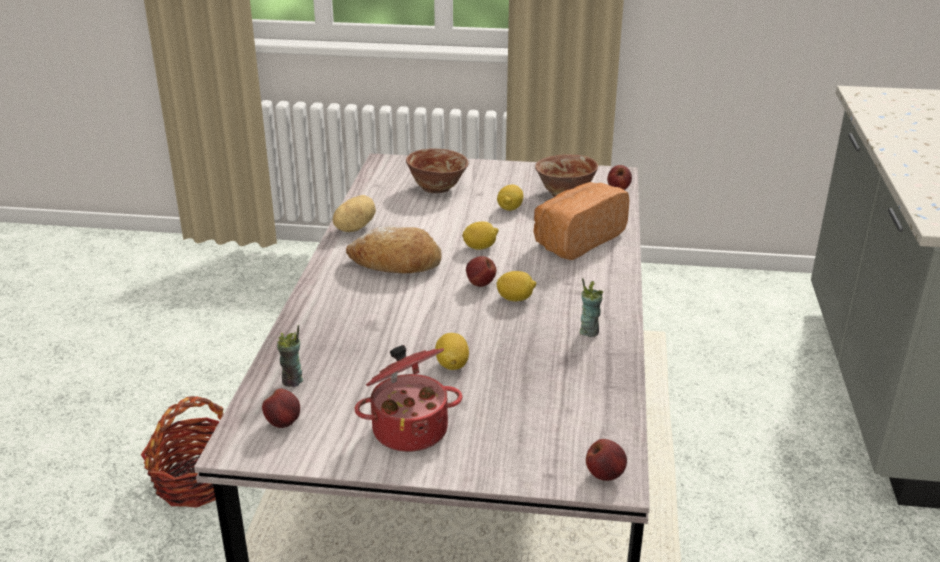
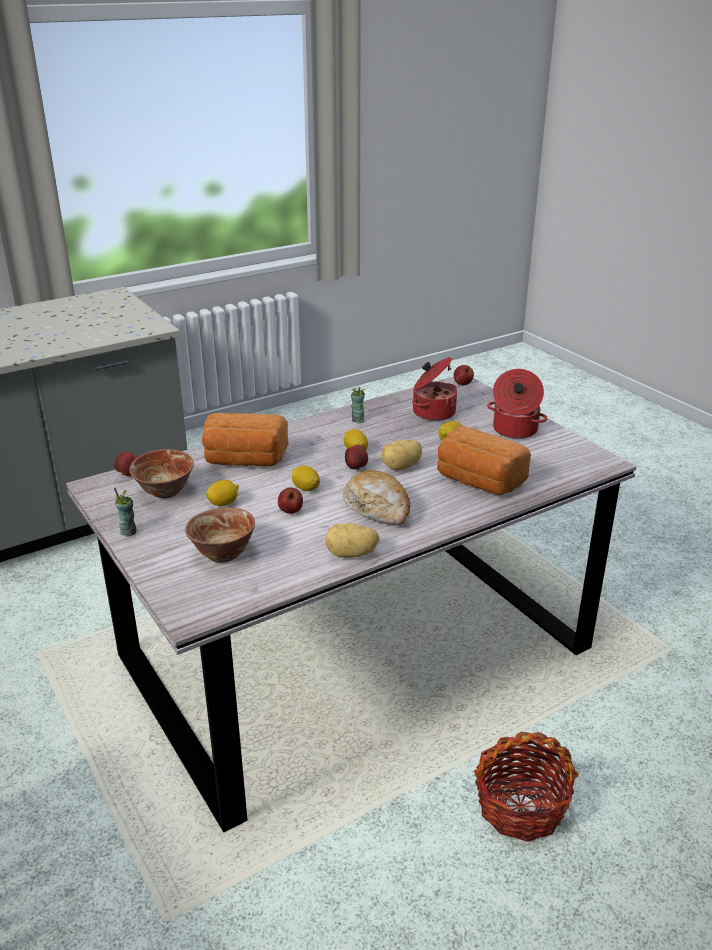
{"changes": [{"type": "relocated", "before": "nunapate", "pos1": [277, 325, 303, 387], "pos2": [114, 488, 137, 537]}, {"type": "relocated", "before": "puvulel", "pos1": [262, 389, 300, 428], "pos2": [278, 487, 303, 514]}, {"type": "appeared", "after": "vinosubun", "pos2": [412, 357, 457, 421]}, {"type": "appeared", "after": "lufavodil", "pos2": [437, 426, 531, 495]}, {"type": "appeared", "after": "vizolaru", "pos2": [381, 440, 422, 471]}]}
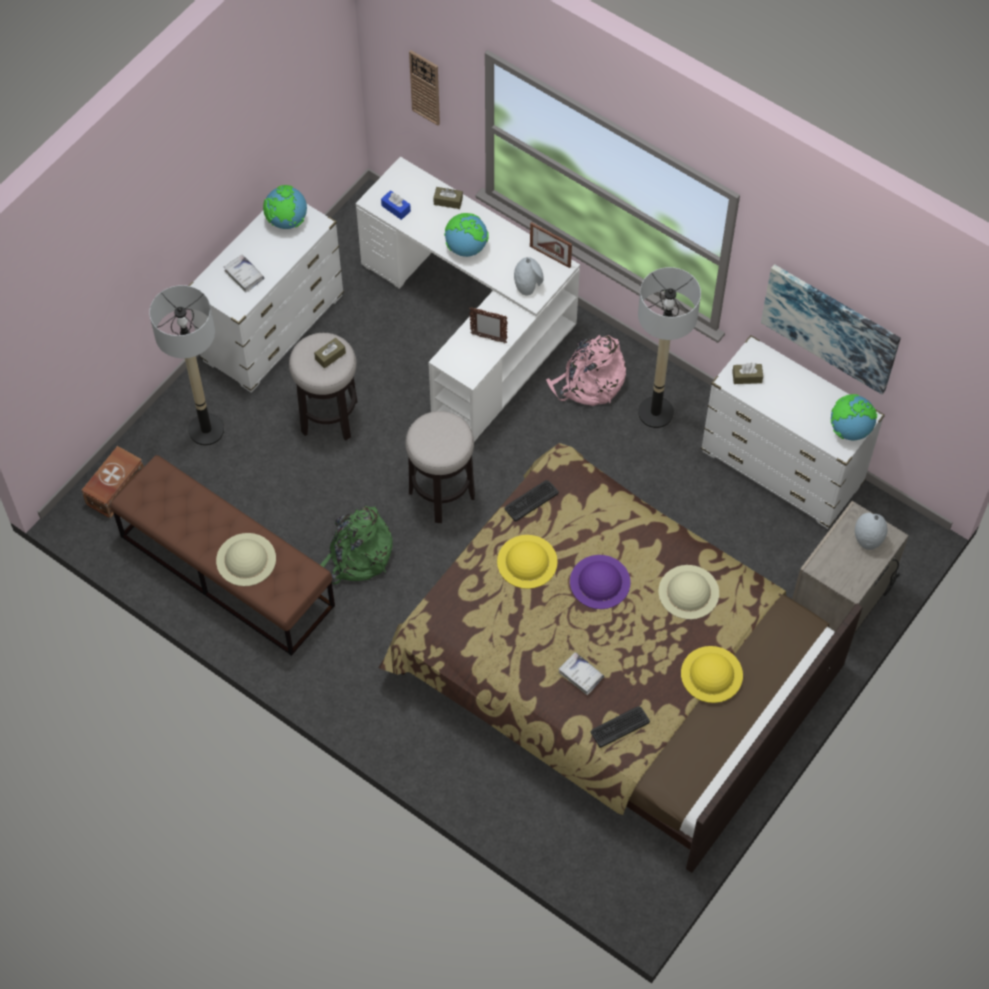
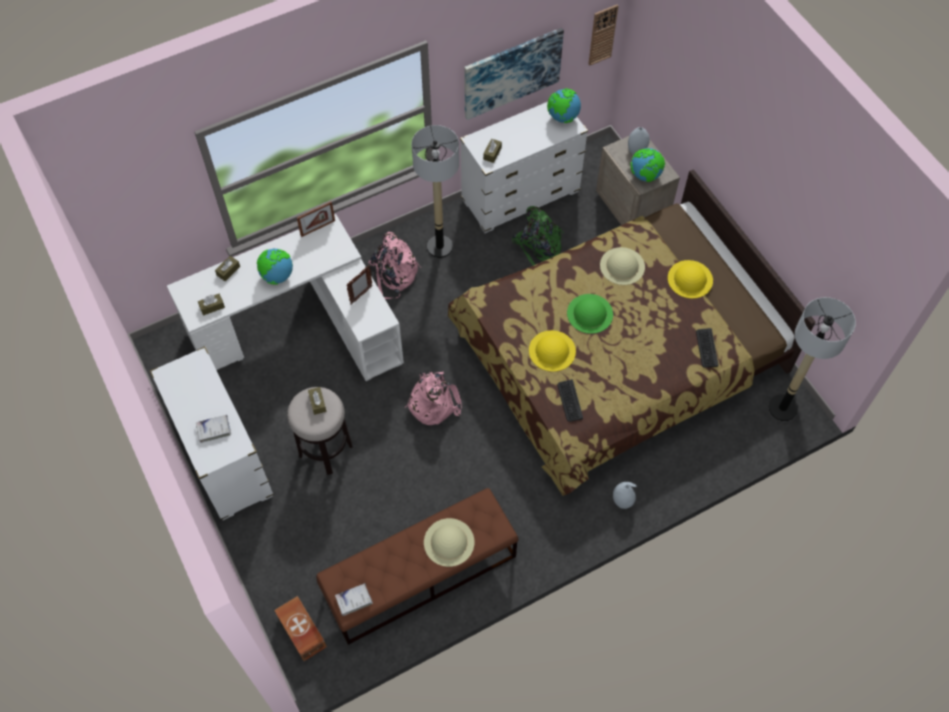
{"changes": [{"type": "relocated", "before": "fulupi", "pos1": [409, 50, 440, 126], "pos2": [588, 4, 619, 66]}, {"type": "relocated", "before": "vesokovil", "pos1": [263, 185, 307, 229], "pos2": [630, 148, 665, 182]}, {"type": "colour", "before": "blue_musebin", "after": "brown_musebin", "pos1": [381, 190, 411, 220], "pos2": [198, 294, 225, 316]}, {"type": "relocated", "before": "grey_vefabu", "pos1": [514, 257, 544, 295], "pos2": [613, 482, 637, 509]}, {"type": "relocated", "before": "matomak", "pos1": [149, 285, 224, 446], "pos2": [768, 297, 856, 421]}, {"type": "exchanged", "before": "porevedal", "after": "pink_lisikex", "pos1": [405, 411, 475, 523], "pos2": [405, 371, 462, 425]}, {"type": "relocated", "before": "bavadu", "pos1": [504, 480, 559, 522], "pos2": [557, 380, 583, 422]}, {"type": "relocated", "before": "green_lisikex", "pos1": [320, 506, 393, 584], "pos2": [512, 206, 564, 266]}, {"type": "colour", "before": "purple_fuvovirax", "after": "green_fuvovirax", "pos1": [570, 555, 630, 609], "pos2": [567, 294, 613, 334]}, {"type": "relocated", "before": "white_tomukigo", "pos1": [559, 652, 604, 695], "pos2": [335, 583, 373, 616]}]}
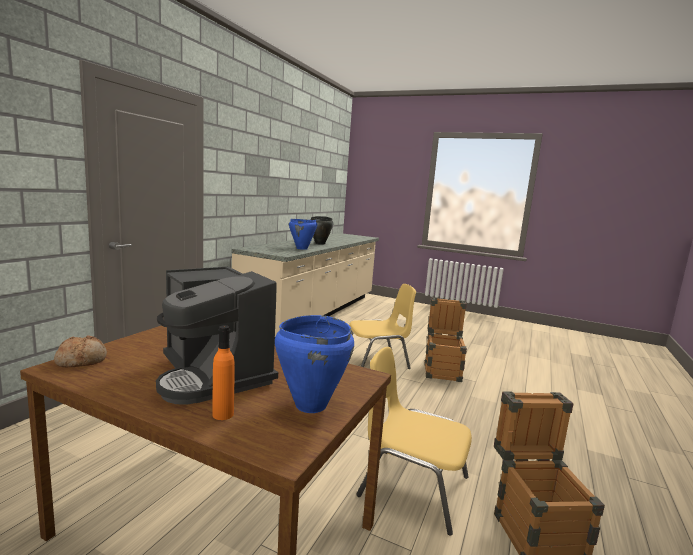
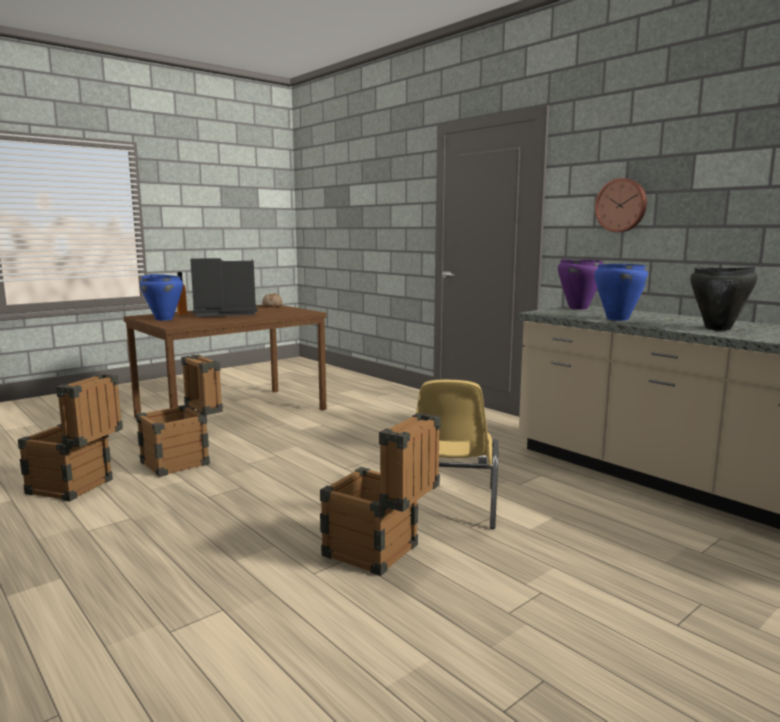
{"changes": [{"type": "exchanged", "before": "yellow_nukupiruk", "after": "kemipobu", "pos1": [356, 347, 472, 536], "pos2": [136, 355, 223, 477]}, {"type": "appeared", "after": "fulupi", "pos2": [595, 178, 647, 232]}, {"type": "appeared", "after": "purple_vinosubun", "pos2": [558, 259, 603, 310]}]}
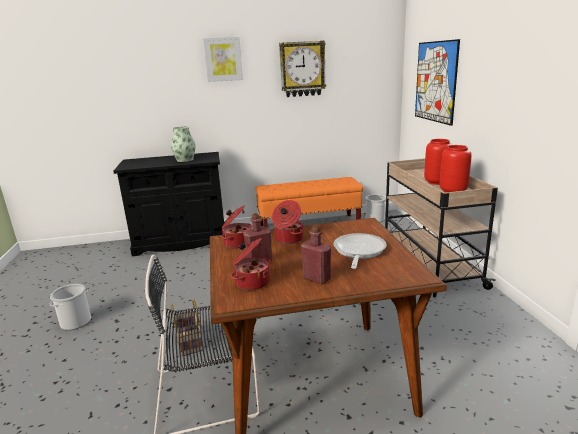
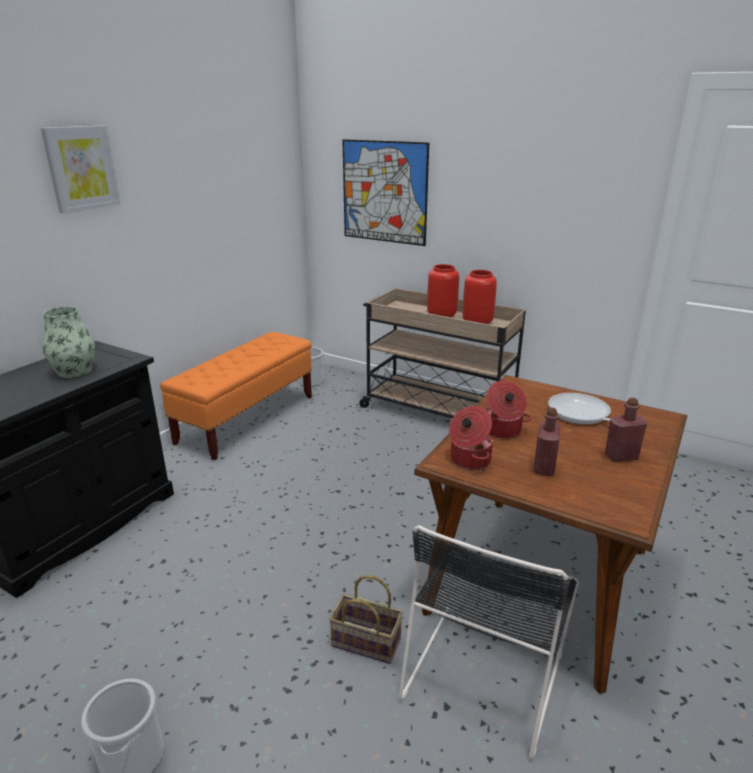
{"changes": [{"type": "missing", "before": "fulupi", "pos1": [279, 41, 326, 97]}, {"type": "missing", "before": "vinosubun", "pos1": [231, 238, 271, 290]}]}
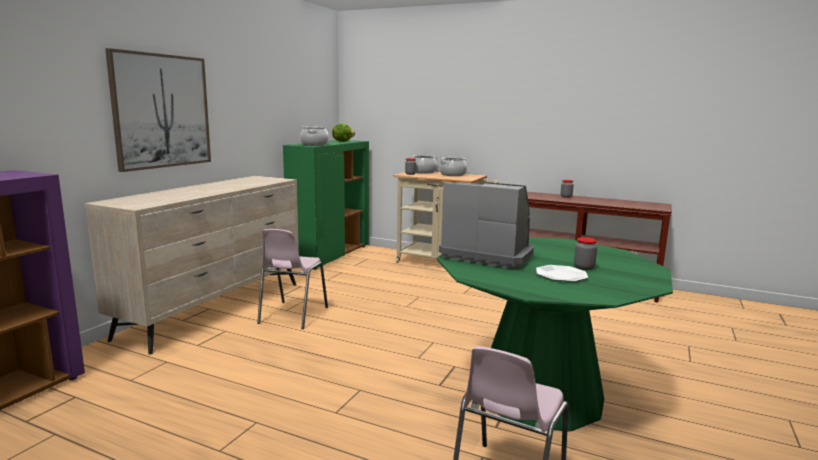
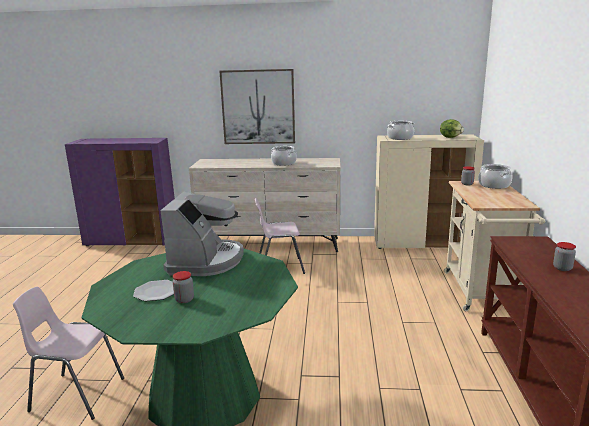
{"changes": [{"type": "colour", "before": "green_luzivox", "after": "beige_luzivox", "pos1": [283, 140, 369, 270], "pos2": [374, 134, 484, 249]}, {"type": "relocated", "before": "vinosubun", "pos1": [440, 157, 467, 176], "pos2": [271, 146, 297, 166]}]}
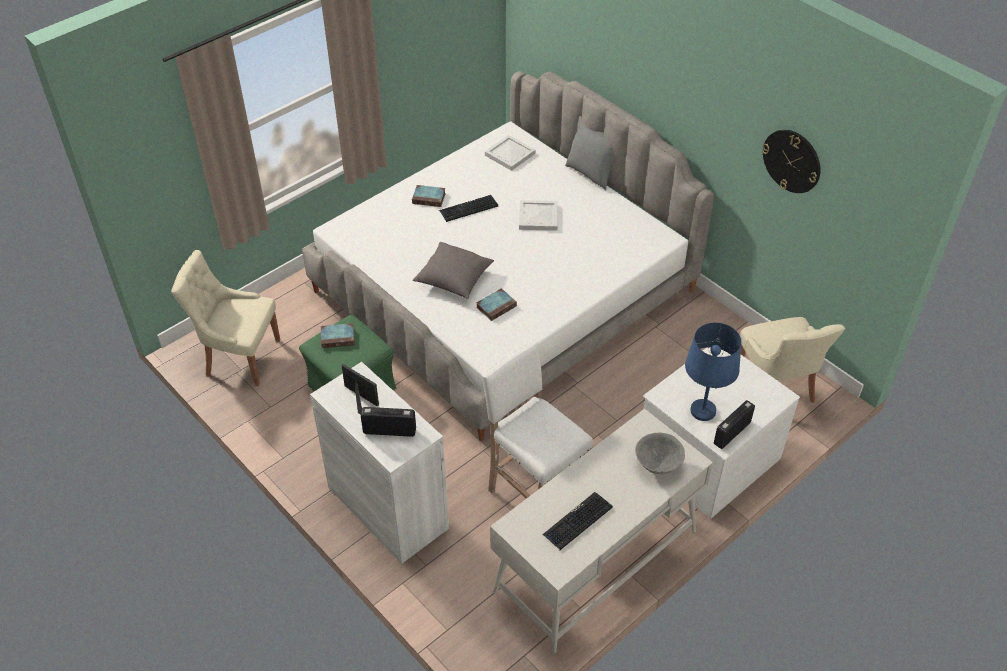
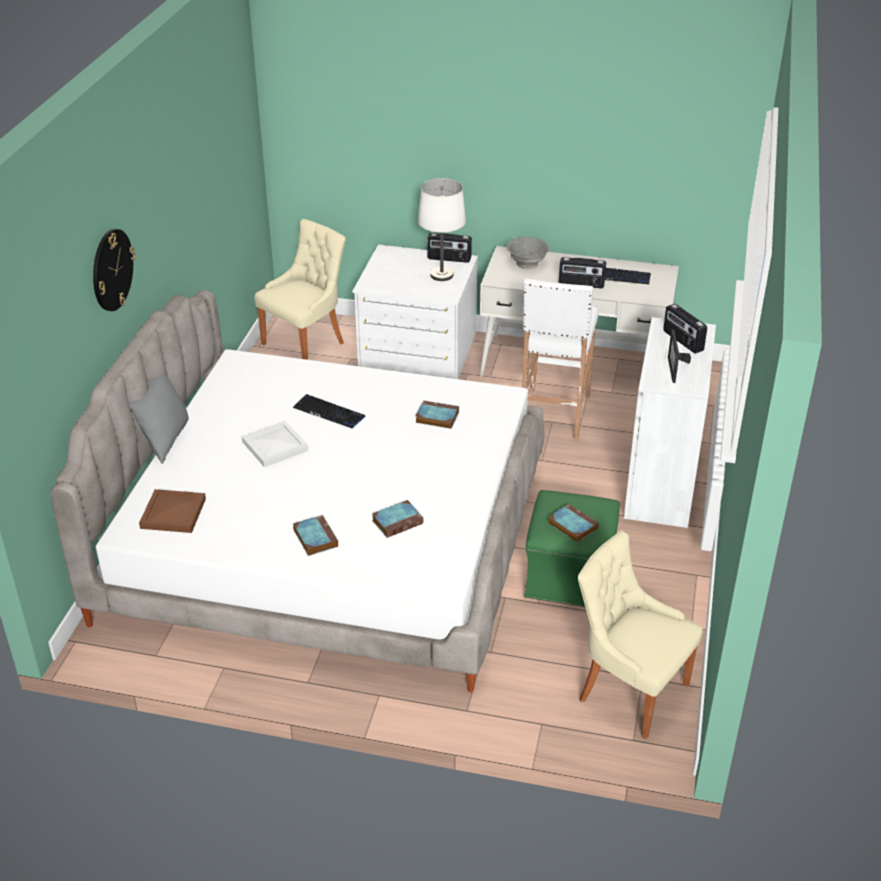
{"changes": [{"type": "relocated", "before": "fulupi", "pos1": [762, 130, 821, 193], "pos2": [93, 229, 135, 311]}, {"type": "colour", "before": "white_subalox", "after": "brown_subalox", "pos1": [485, 135, 536, 171], "pos2": [139, 489, 206, 533]}, {"type": "relocated", "before": "bavadu", "pos1": [439, 195, 498, 222], "pos2": [293, 394, 365, 429]}, {"type": "missing", "before": "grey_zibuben", "pos1": [413, 242, 494, 299]}, {"type": "spun", "before": "beige_nukupiruk", "pos1": [171, 250, 280, 386], "pos2": [578, 531, 703, 739], "turn": 150}, {"type": "colour", "before": "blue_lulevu", "after": "white_lulevu", "pos1": [685, 323, 742, 421], "pos2": [418, 178, 466, 281]}, {"type": "appeared", "after": "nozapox", "pos2": [559, 257, 606, 288]}, {"type": "appeared", "after": "tomukigo", "pos2": [372, 500, 423, 538]}]}
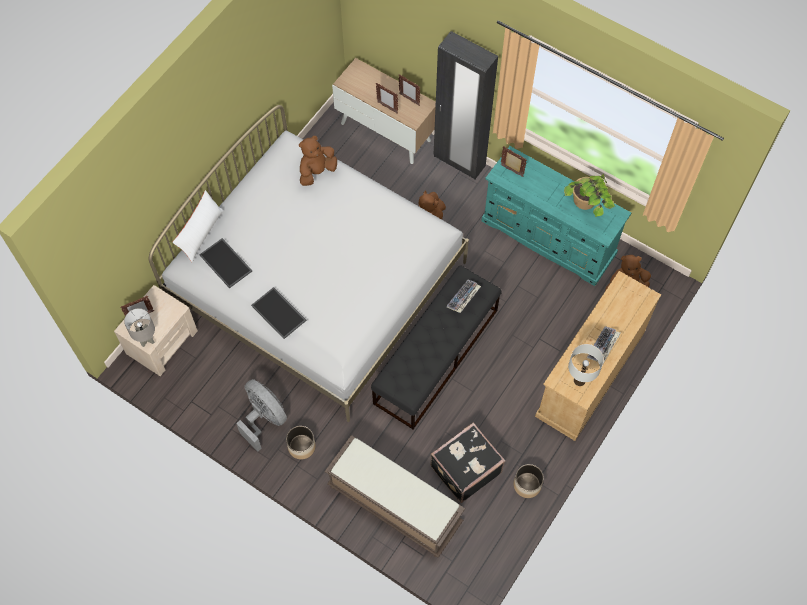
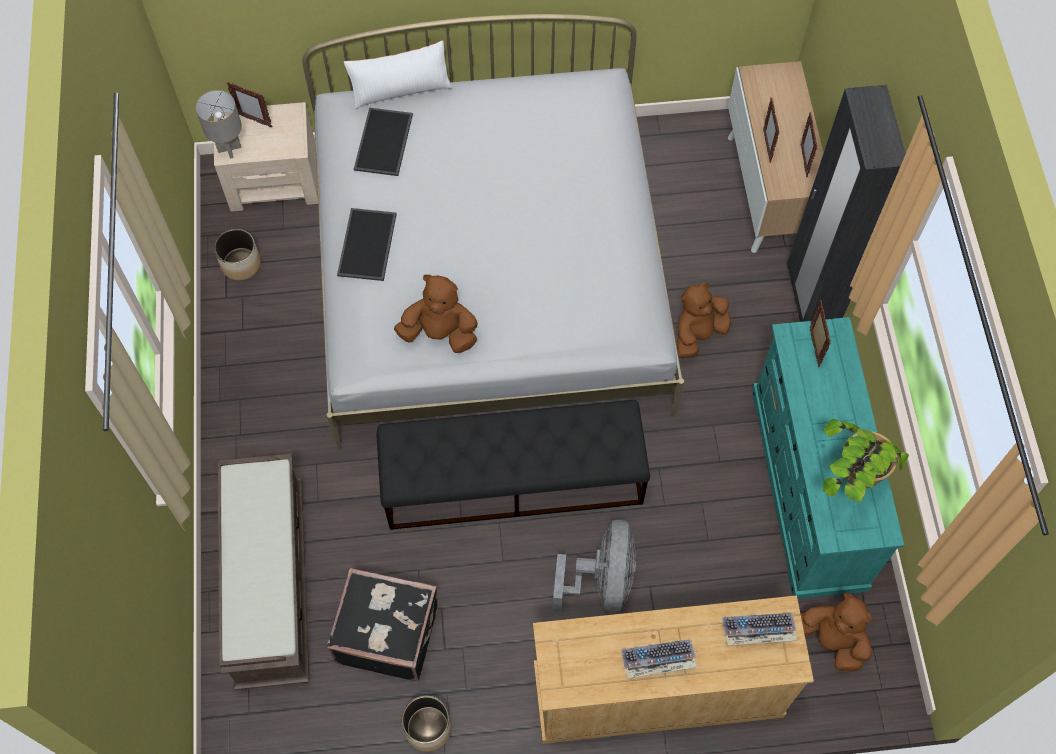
{"changes": [{"type": "relocated", "before": "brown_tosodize", "pos1": [299, 136, 337, 186], "pos2": [394, 274, 478, 353]}, {"type": "relocated", "before": "bavadu", "pos1": [446, 279, 481, 313], "pos2": [722, 613, 797, 645]}, {"type": "missing", "before": "white_lulevu", "pos1": [568, 344, 604, 386]}, {"type": "relocated", "before": "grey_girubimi", "pos1": [236, 379, 287, 452], "pos2": [553, 520, 636, 612]}, {"type": "relocated", "before": "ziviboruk", "pos1": [286, 426, 316, 460], "pos2": [214, 229, 261, 281]}]}
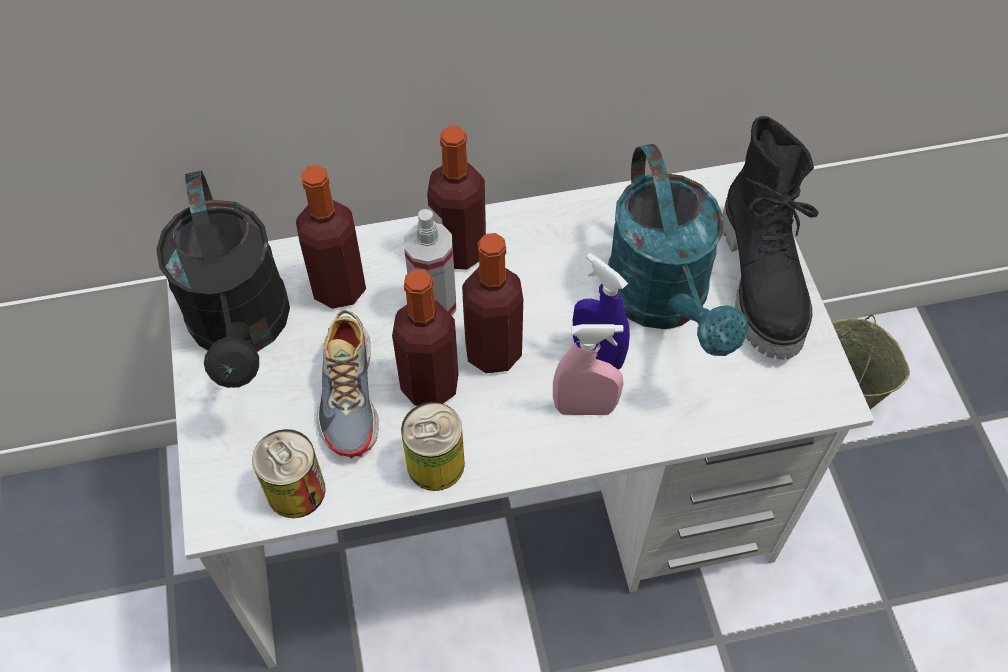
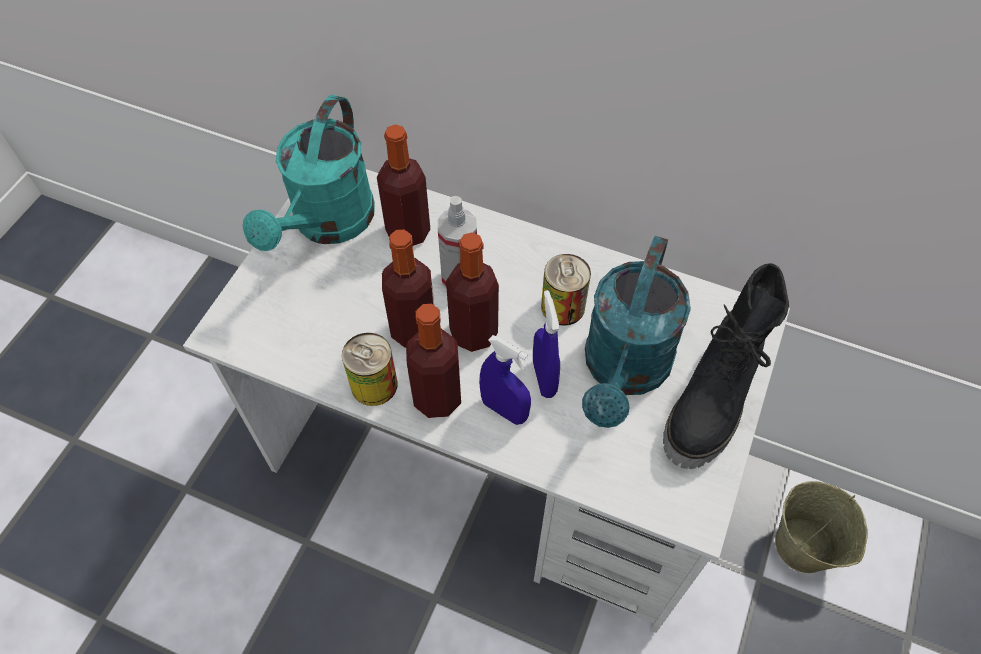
{"changes": [{"type": "relocated", "before": "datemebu", "pos1": [427, 126, 486, 270], "pos2": [406, 304, 461, 418]}, {"type": "colour", "before": "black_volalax", "after": "turquoise_volalax", "pos1": [156, 171, 290, 388], "pos2": [243, 95, 375, 251]}, {"type": "missing", "before": "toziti", "pos1": [316, 309, 379, 459]}, {"type": "colour", "before": "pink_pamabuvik", "after": "blue_pamabuvik", "pos1": [553, 324, 623, 415], "pos2": [479, 335, 531, 425]}, {"type": "relocated", "before": "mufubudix", "pos1": [252, 429, 326, 518], "pos2": [541, 254, 591, 326]}]}
